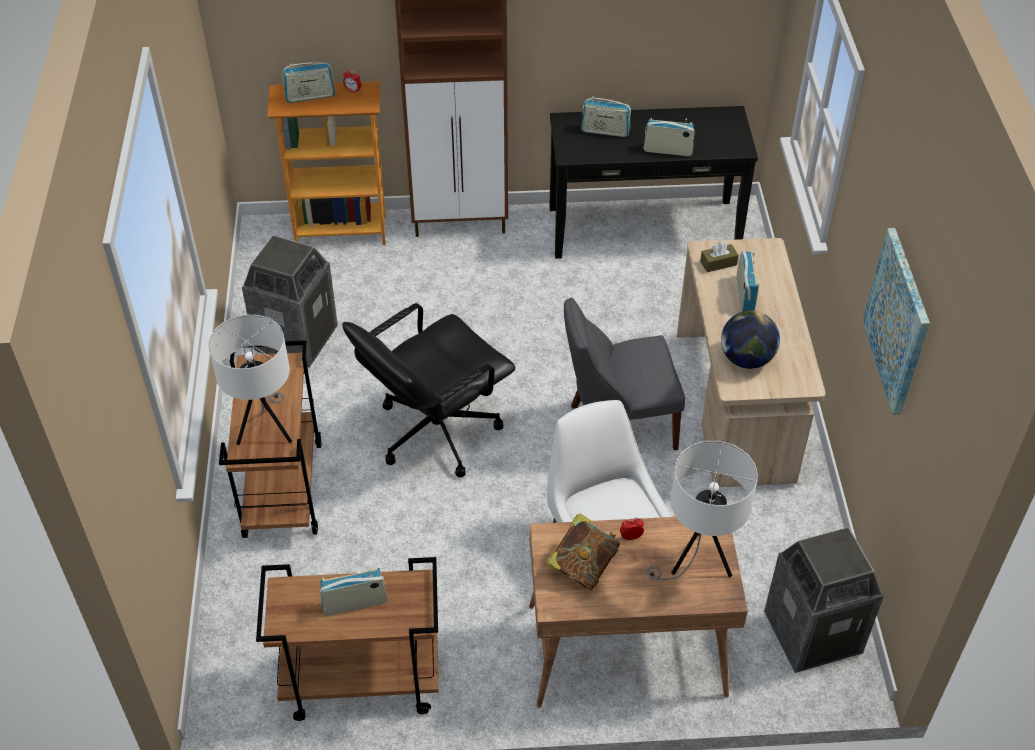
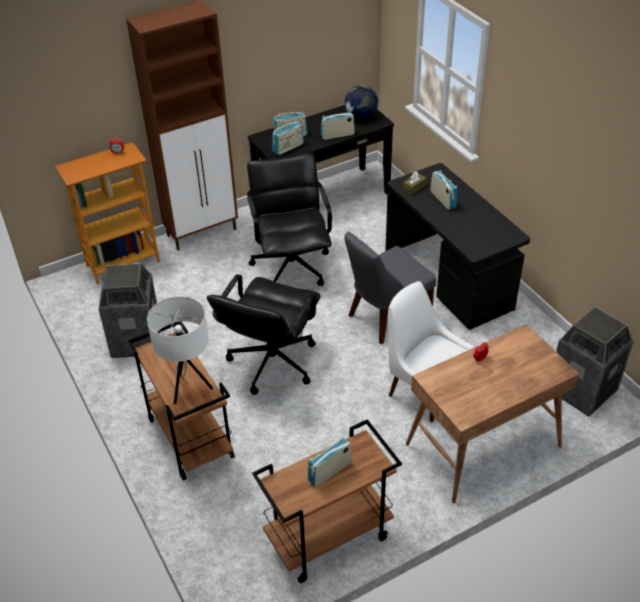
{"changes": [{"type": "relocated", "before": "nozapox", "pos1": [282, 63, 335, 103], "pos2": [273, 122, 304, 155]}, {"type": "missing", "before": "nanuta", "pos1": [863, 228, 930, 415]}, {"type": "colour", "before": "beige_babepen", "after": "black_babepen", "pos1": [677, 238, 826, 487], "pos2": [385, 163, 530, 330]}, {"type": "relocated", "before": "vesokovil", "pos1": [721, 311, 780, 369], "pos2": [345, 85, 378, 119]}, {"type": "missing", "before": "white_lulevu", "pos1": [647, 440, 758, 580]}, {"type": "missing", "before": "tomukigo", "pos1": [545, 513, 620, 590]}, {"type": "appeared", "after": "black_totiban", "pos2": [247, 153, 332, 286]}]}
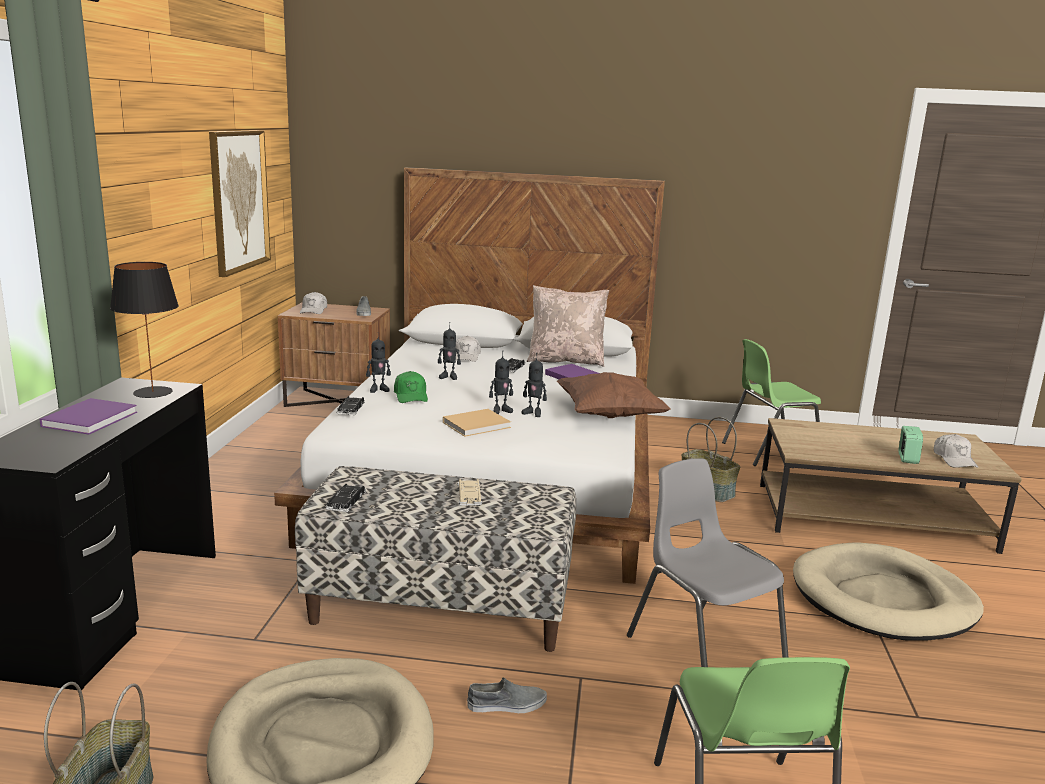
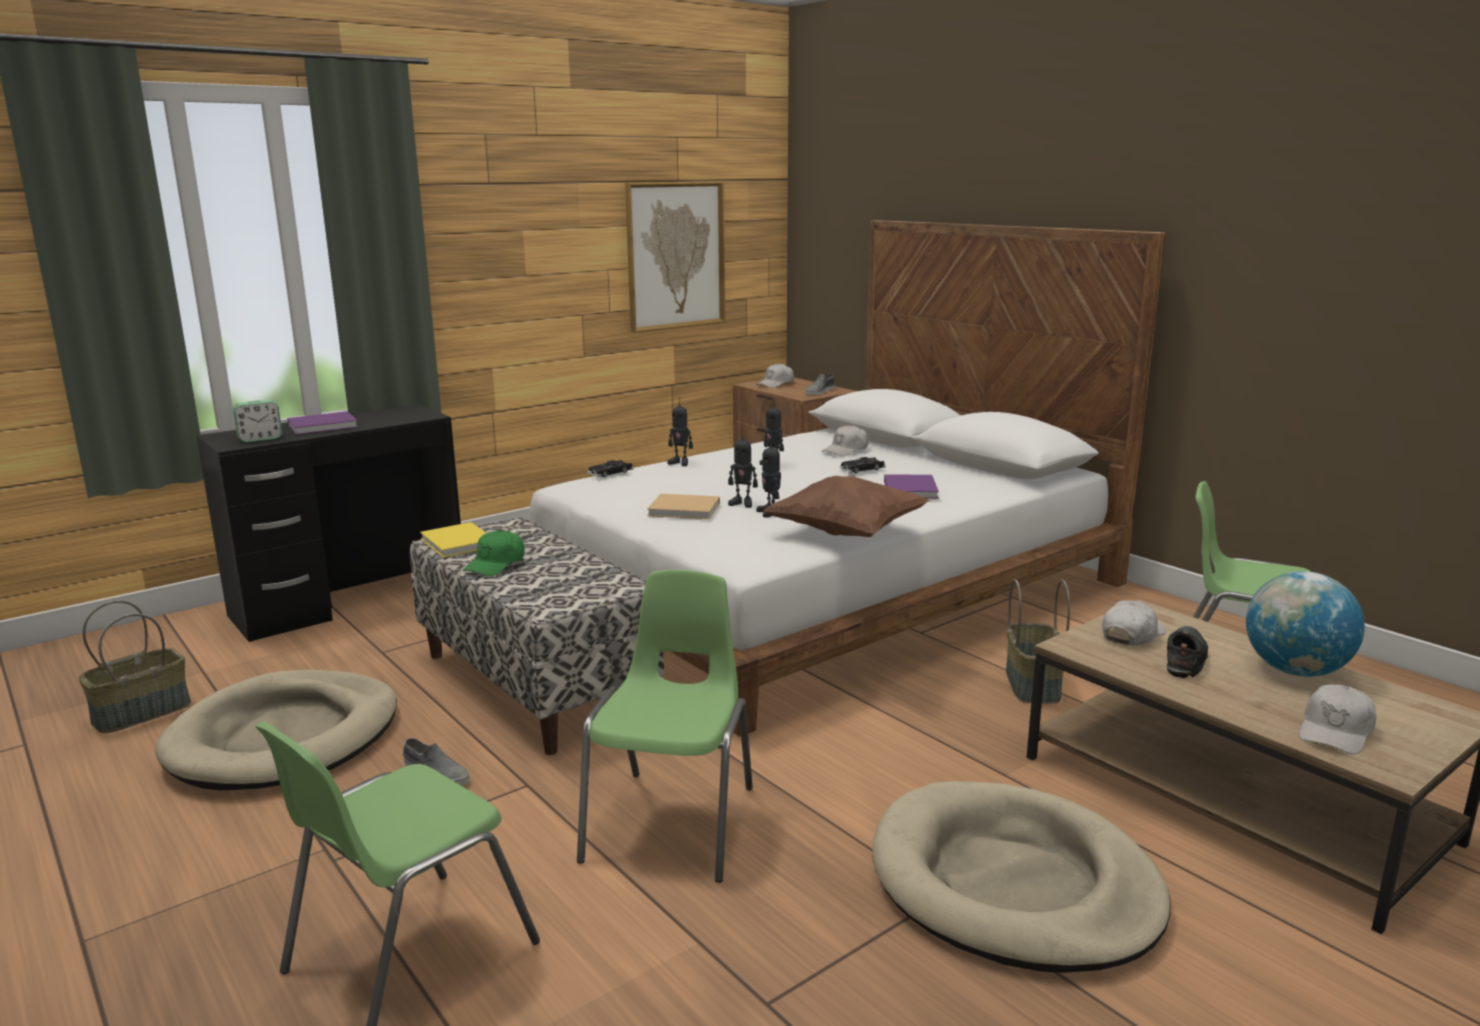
{"changes": [{"type": "missing", "before": "black_lulevu", "pos1": [110, 262, 179, 398]}, {"type": "missing", "before": "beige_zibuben", "pos1": [526, 285, 609, 367]}, {"type": "relocated", "before": "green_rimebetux", "pos1": [394, 371, 428, 403], "pos2": [463, 530, 525, 576]}, {"type": "relocated", "before": "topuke", "pos1": [898, 426, 923, 464], "pos2": [233, 400, 282, 442]}, {"type": "colour", "before": "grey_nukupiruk", "after": "green_nukupiruk", "pos1": [627, 458, 789, 667], "pos2": [577, 570, 753, 883]}, {"type": "missing", "before": "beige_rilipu", "pos1": [458, 479, 482, 506]}, {"type": "exchanged", "before": "black_rilipu", "after": "yellow_tomukigo", "pos1": [326, 484, 366, 512], "pos2": [420, 522, 486, 558]}, {"type": "appeared", "after": "vesokovil", "pos2": [1246, 571, 1365, 677]}, {"type": "appeared", "after": "white_rimebetux", "pos2": [1102, 600, 1166, 646]}, {"type": "appeared", "after": "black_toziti", "pos2": [1167, 626, 1208, 678]}]}
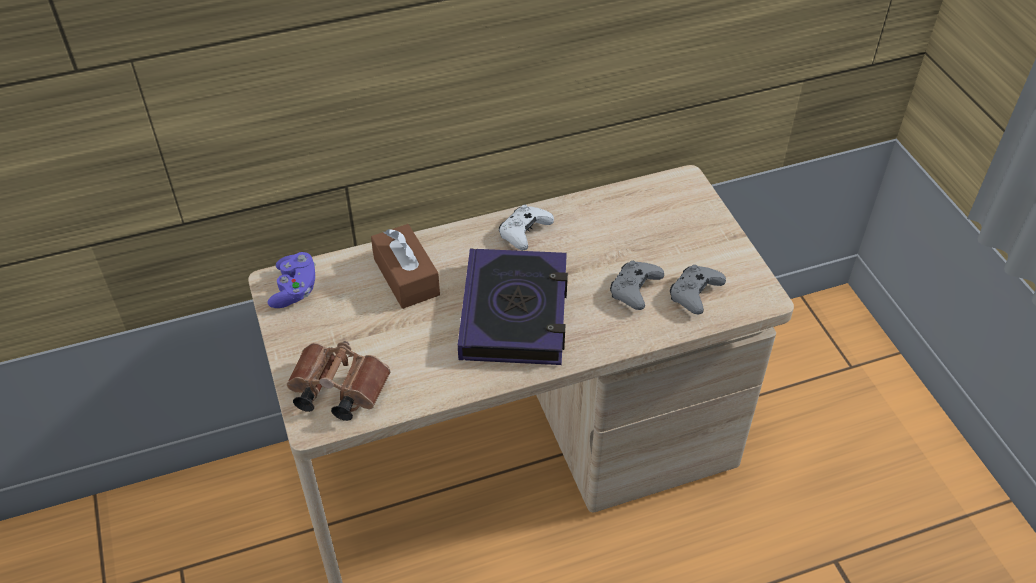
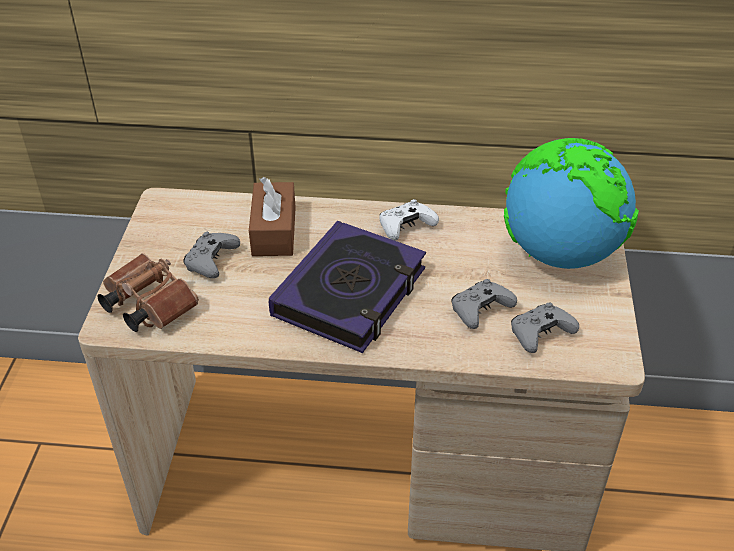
{"changes": [{"type": "missing", "before": "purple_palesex", "pos1": [267, 252, 316, 308]}, {"type": "appeared", "after": "vesokovil", "pos2": [504, 138, 639, 269]}, {"type": "appeared", "after": "grey_palesex", "pos2": [183, 232, 240, 278]}]}
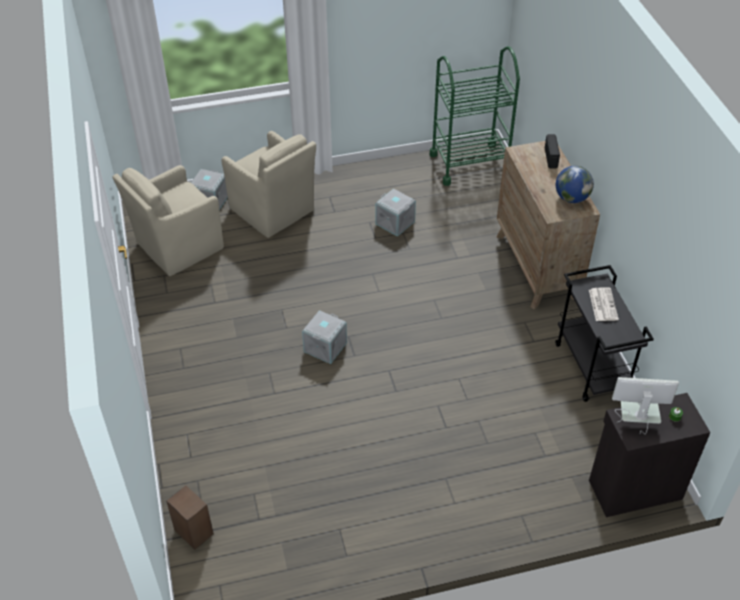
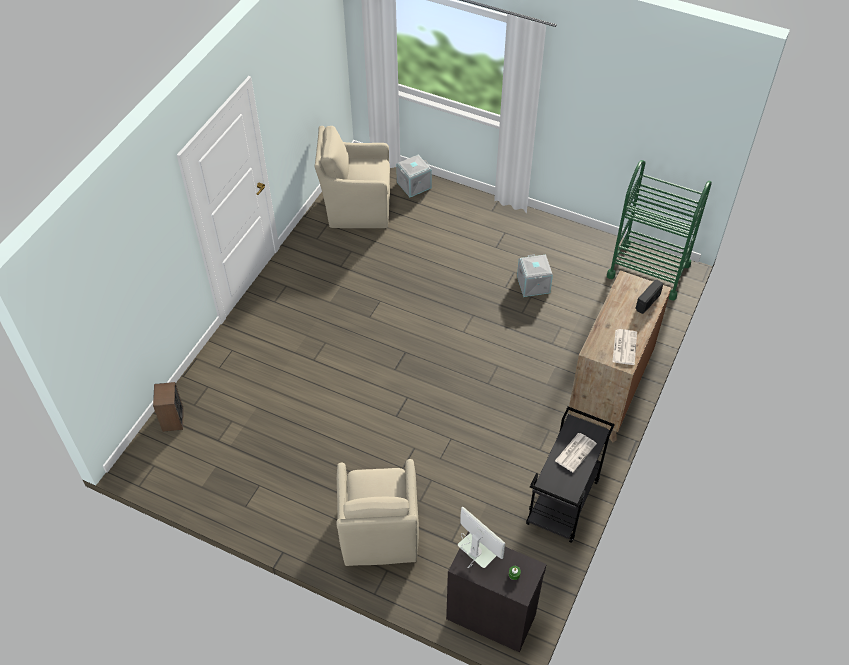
{"changes": [{"type": "relocated", "before": "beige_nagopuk", "pos1": [222, 131, 316, 238], "pos2": [336, 459, 419, 566]}, {"type": "exchanged", "before": "vesokovil", "after": "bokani", "pos1": [556, 166, 594, 203], "pos2": [613, 329, 637, 365]}, {"type": "missing", "before": "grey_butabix", "pos1": [302, 310, 347, 364]}]}
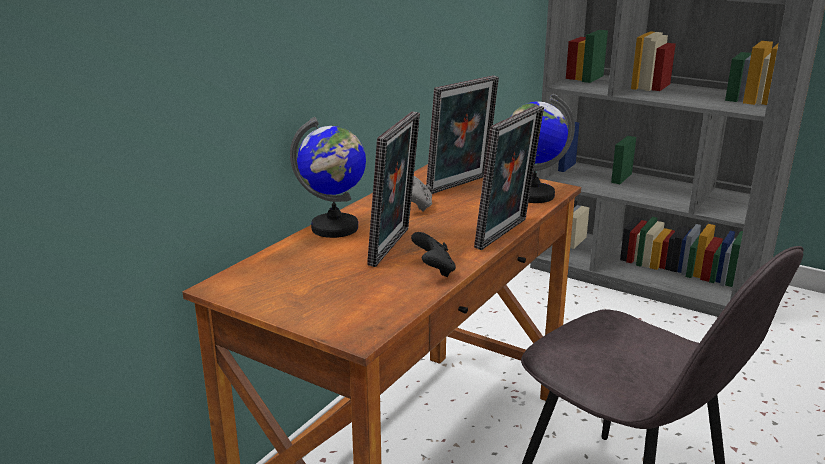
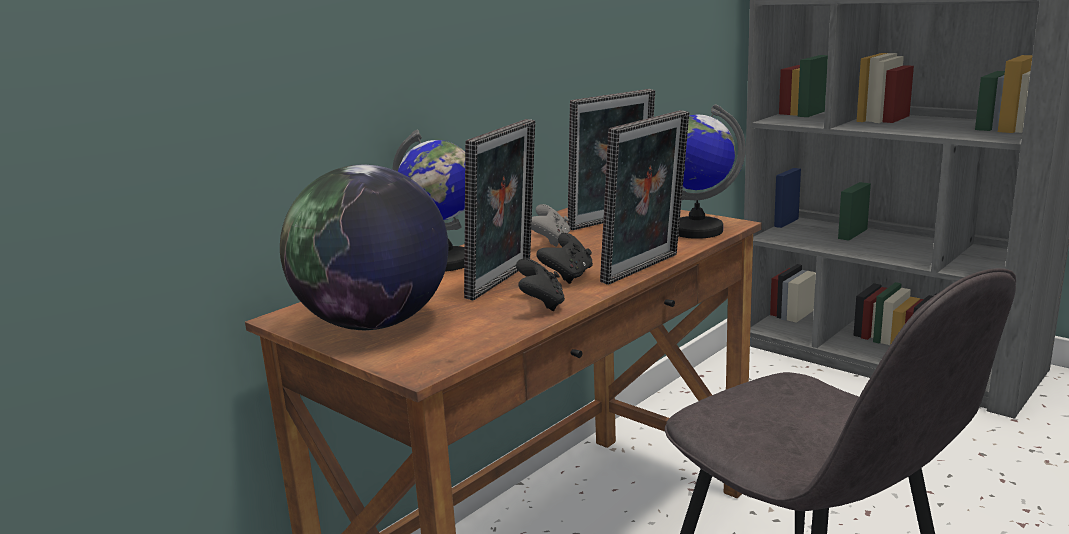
{"changes": [{"type": "appeared", "after": "vesokovil", "pos2": [280, 165, 449, 330]}, {"type": "appeared", "after": "black_palesex", "pos2": [536, 233, 593, 284]}]}
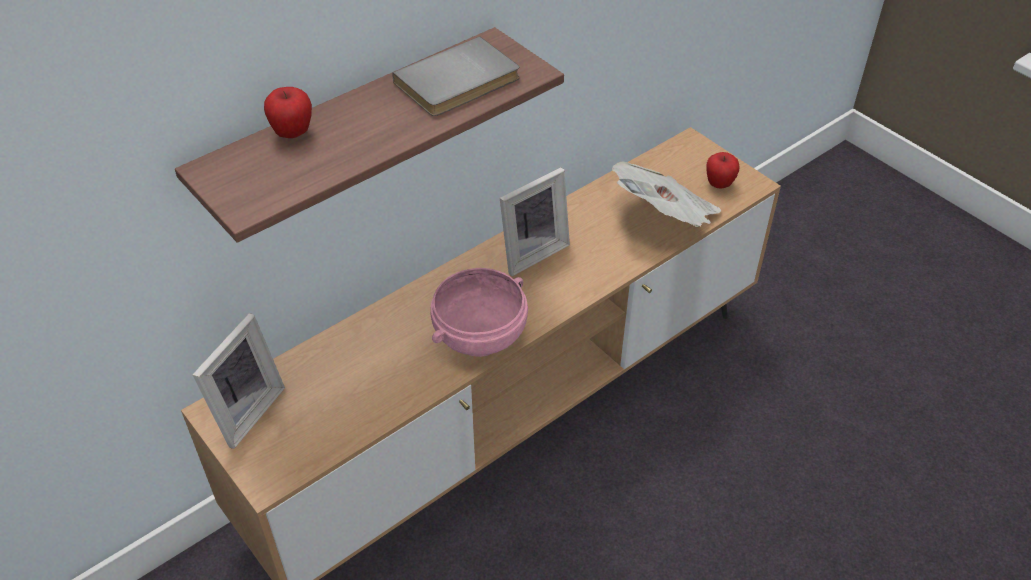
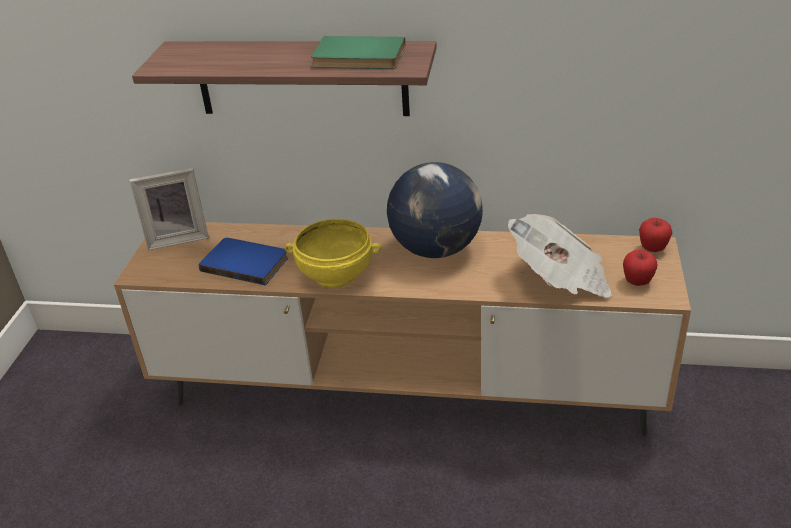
{"changes": [{"type": "colour", "before": "grey_tomukigo", "after": "green_tomukigo", "pos1": [392, 37, 519, 116], "pos2": [311, 36, 406, 69]}, {"type": "relocated", "before": "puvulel", "pos1": [264, 87, 312, 138], "pos2": [639, 218, 672, 252]}, {"type": "exchanged", "before": "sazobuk", "after": "vesokovil", "pos1": [500, 168, 570, 276], "pos2": [387, 162, 483, 258]}, {"type": "colour", "before": "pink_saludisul", "after": "yellow_saludisul", "pos1": [430, 268, 528, 357], "pos2": [285, 219, 381, 288]}, {"type": "appeared", "after": "blue_tomukigo", "pos2": [198, 238, 288, 285]}]}
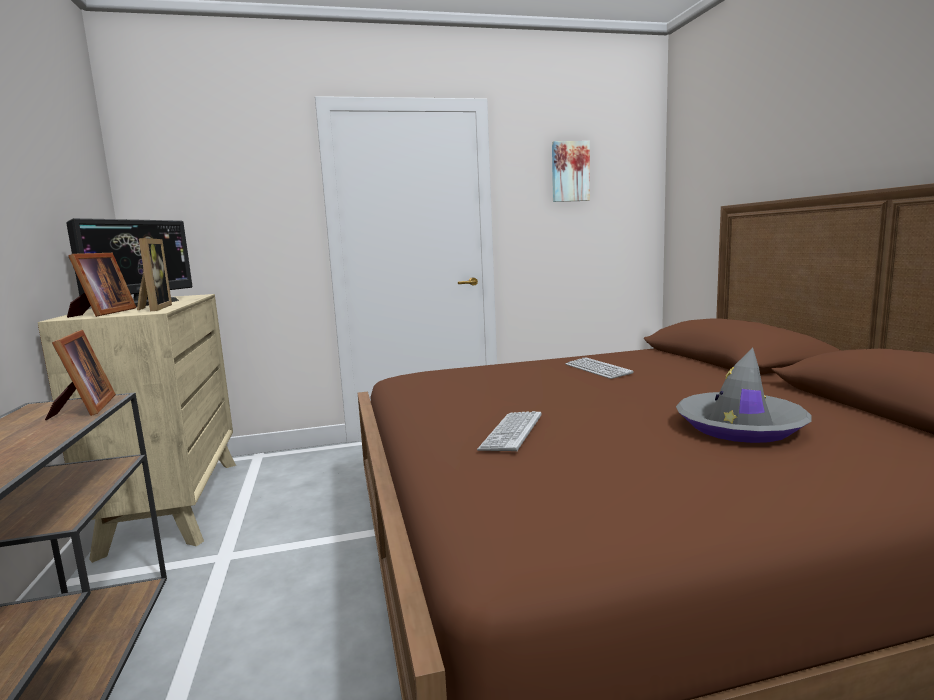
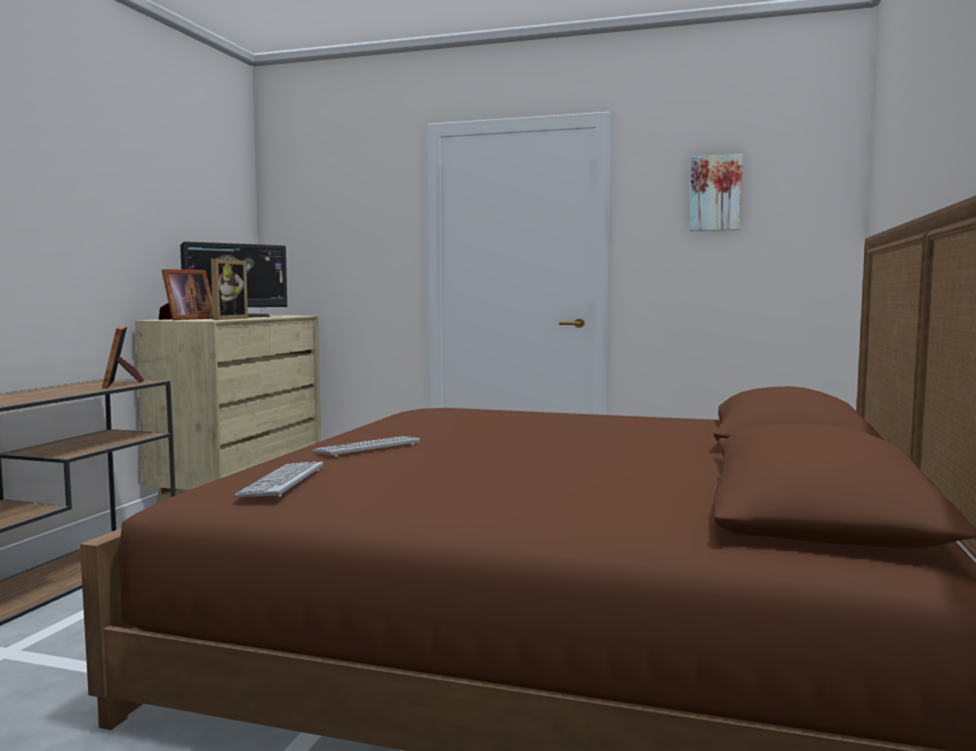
{"changes": [{"type": "spun", "before": "sazobuk", "pos1": [45, 330, 116, 420], "pos2": [102, 326, 144, 388], "turn": 150}, {"type": "missing", "before": "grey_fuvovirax", "pos1": [676, 347, 812, 443]}, {"type": "relocated", "before": "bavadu", "pos1": [566, 358, 633, 379], "pos2": [233, 461, 323, 497]}]}
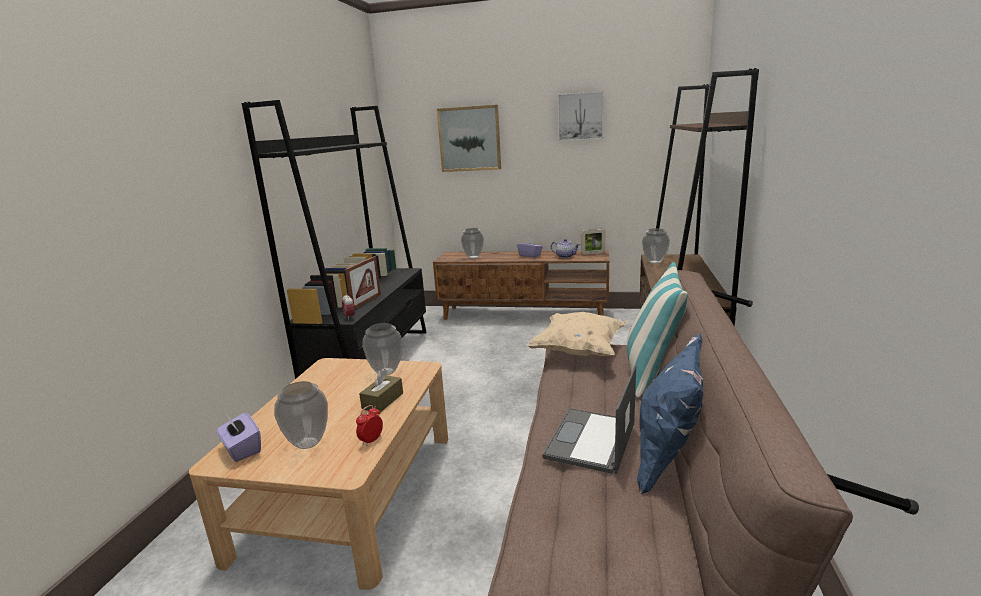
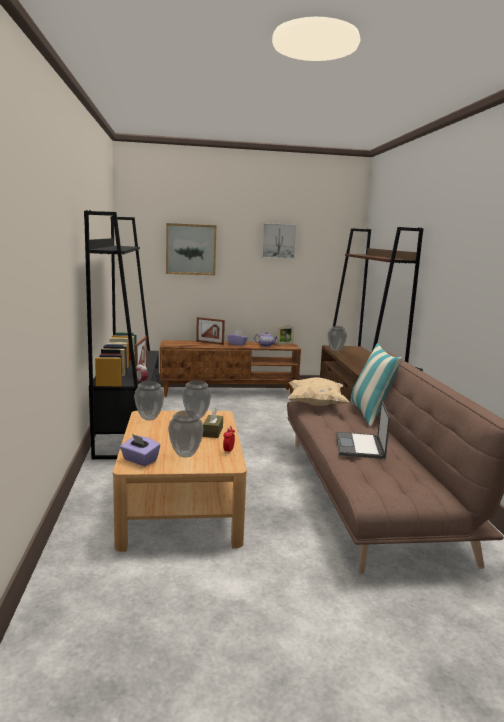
{"changes": [{"type": "relocated", "before": "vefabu", "pos1": [461, 228, 484, 258], "pos2": [134, 381, 164, 420]}, {"type": "missing", "before": "blue_zibuben", "pos1": [637, 332, 703, 494]}, {"type": "appeared", "after": "sazobuk", "pos2": [196, 317, 225, 345]}]}
